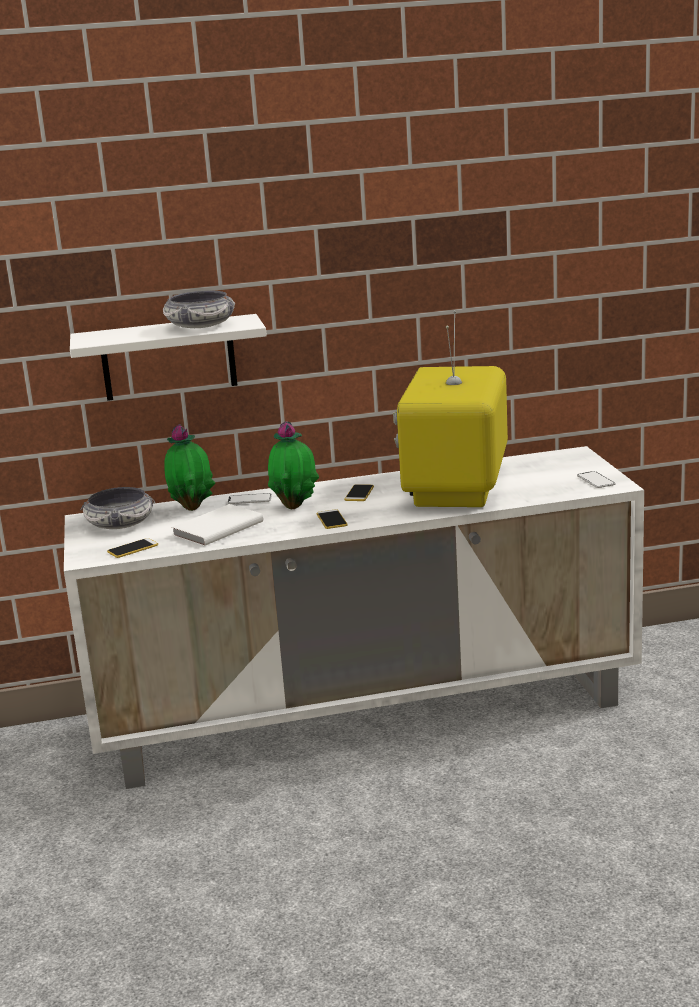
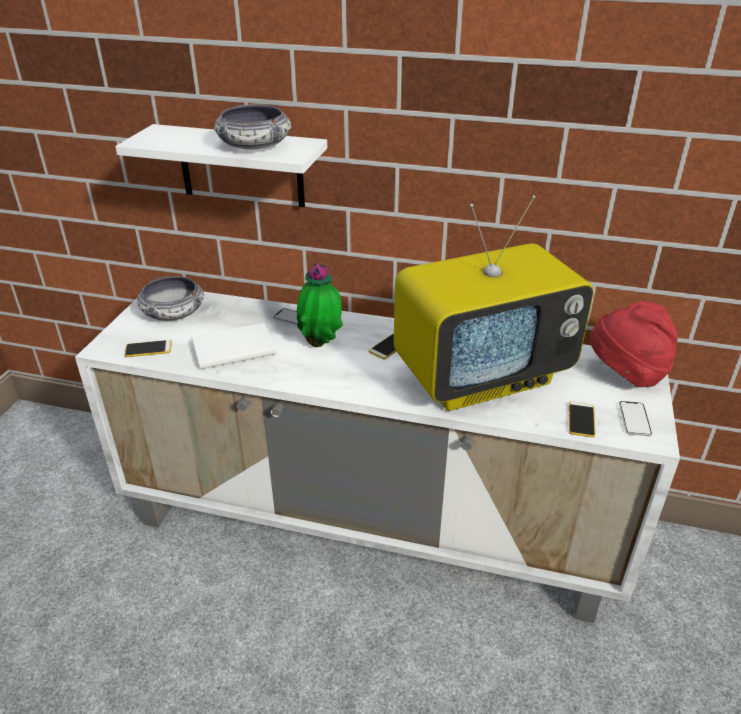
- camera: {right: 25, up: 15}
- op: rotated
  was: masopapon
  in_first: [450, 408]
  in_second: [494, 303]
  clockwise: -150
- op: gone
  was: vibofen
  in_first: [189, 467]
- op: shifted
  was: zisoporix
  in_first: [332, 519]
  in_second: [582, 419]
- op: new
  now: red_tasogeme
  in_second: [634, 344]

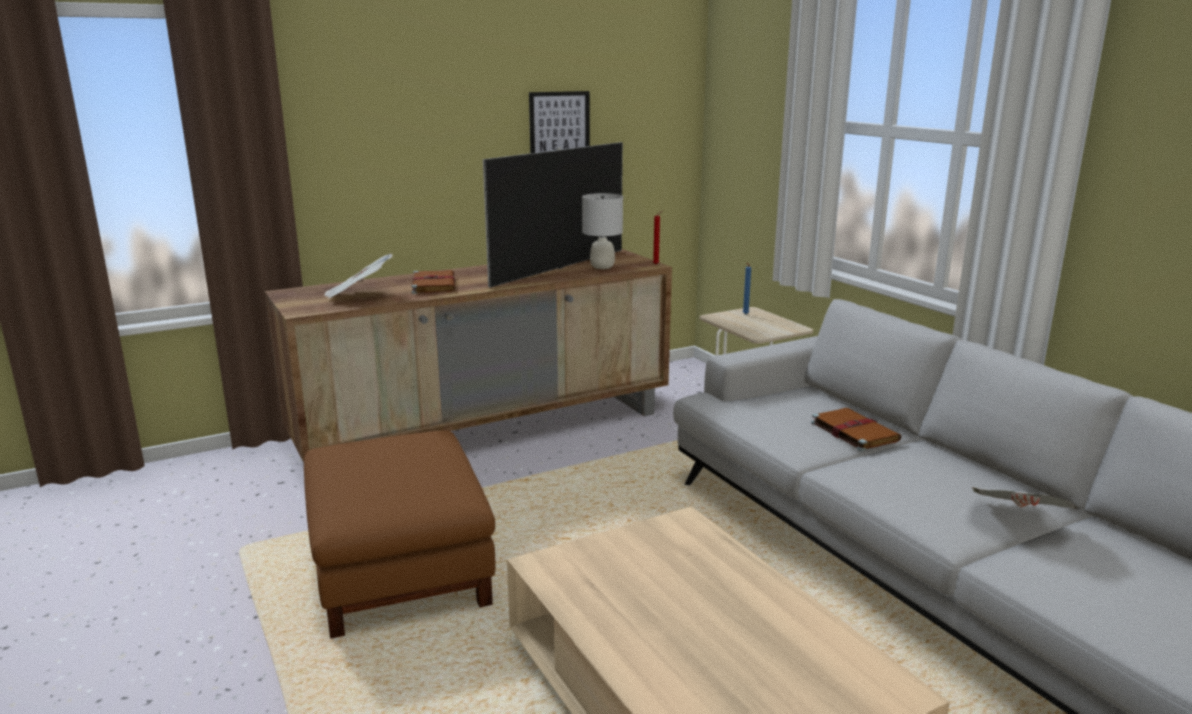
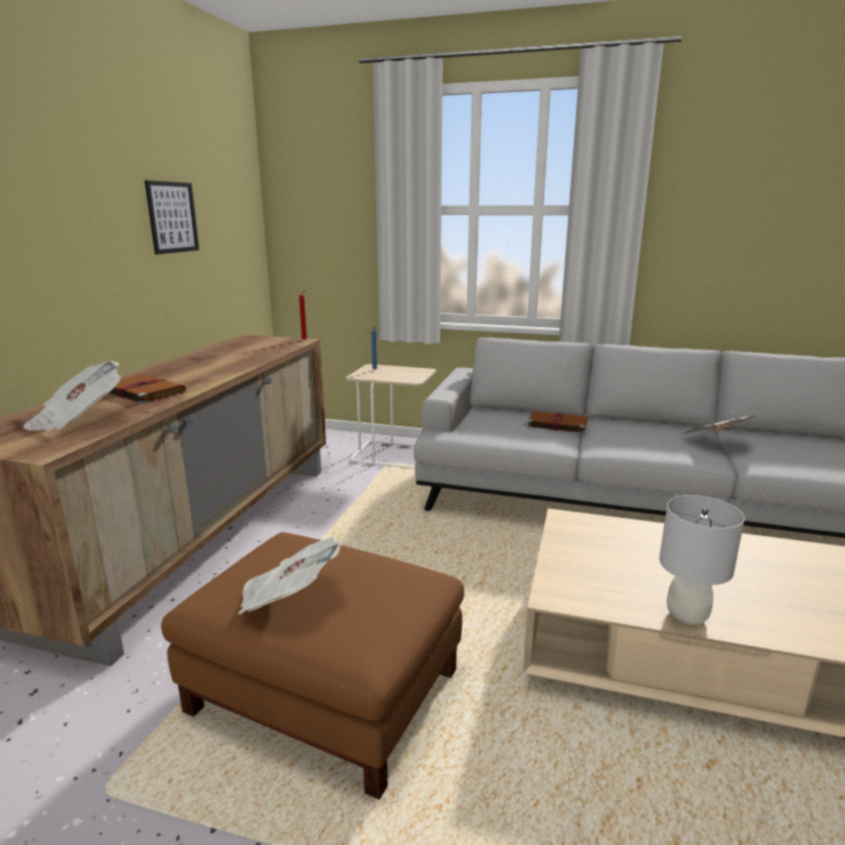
- camera: {right: -45, up: 0}
- op: gone
  was: masopapon
  in_first: [553, 215]
- op: shifted
  was: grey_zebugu
  in_first: [602, 231]
  in_second: [702, 560]
- op: new
  now: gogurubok
  in_second: [289, 575]

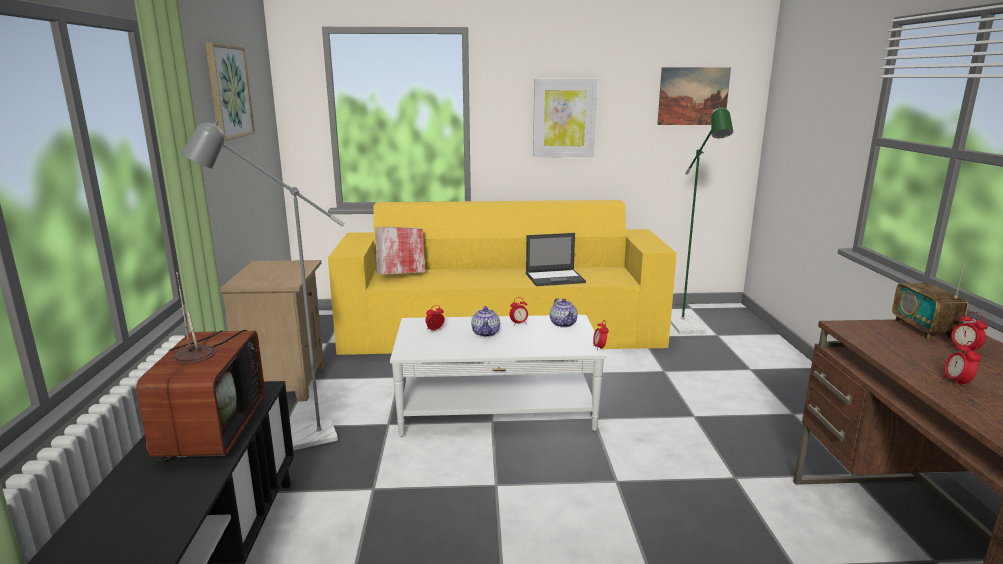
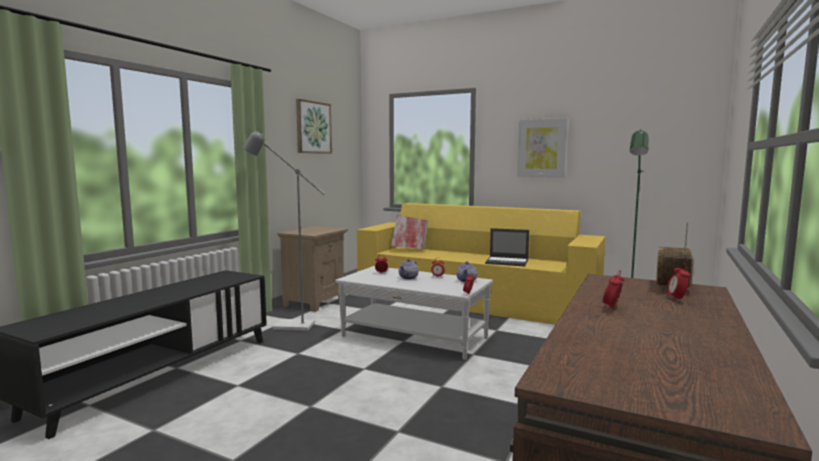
- camera: {right: 30, up: -10}
- op: gone
  was: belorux
  in_first: [694, 96]
- op: gone
  was: masopapon
  in_first: [200, 367]

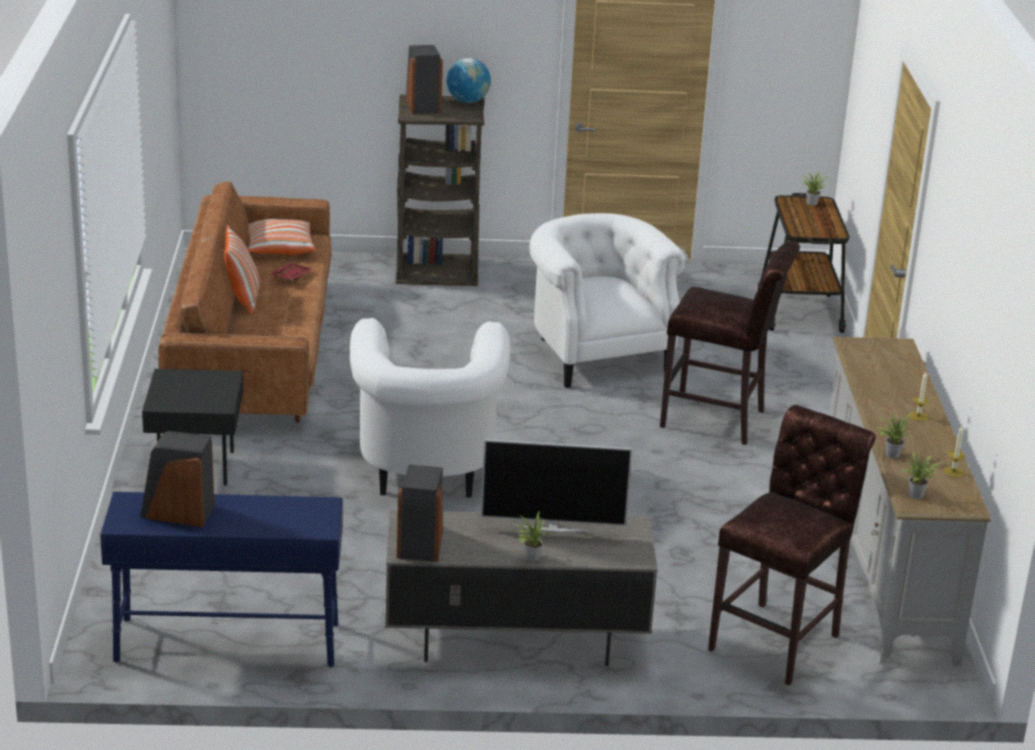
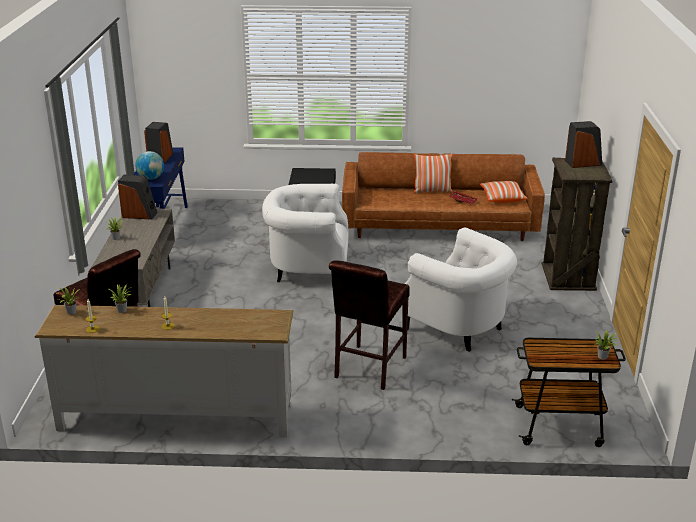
- camera: {right: 95, up: 0}
- op: shifted
  was: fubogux
  in_first: [468, 80]
  in_second: [149, 165]
- op: rotated
  was: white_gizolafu
  in_first: [607, 300]
  in_second: [461, 289]
  clockwise: 60
- op: gone
  was: masopapon
  in_first: [557, 486]

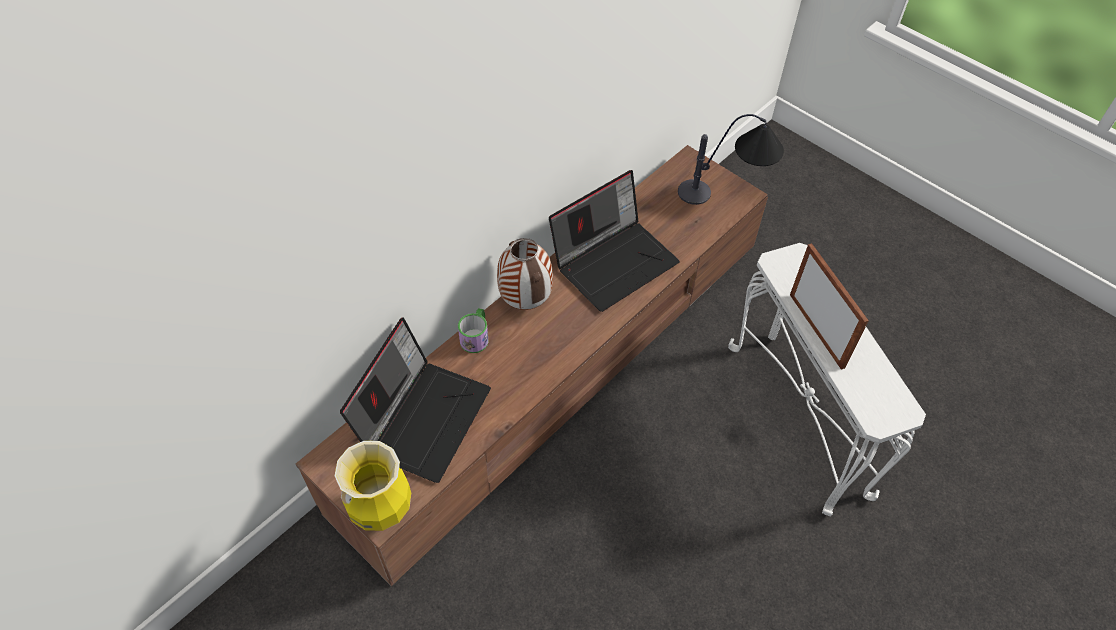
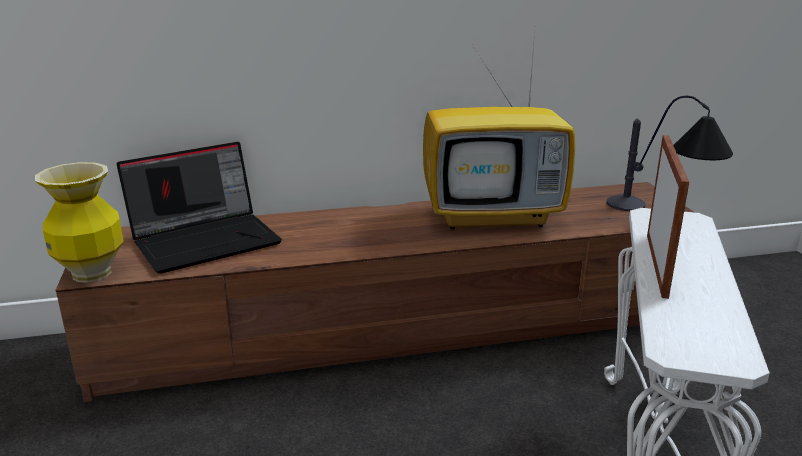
- camera: {right: 35, up: -30}
- op: swapped
  was: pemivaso
  now: masopapon
  in_first: [614, 241]
  in_second: [499, 132]
- op: gone
  was: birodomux
  in_first: [525, 274]
- op: gone
  was: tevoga
  in_first: [473, 330]

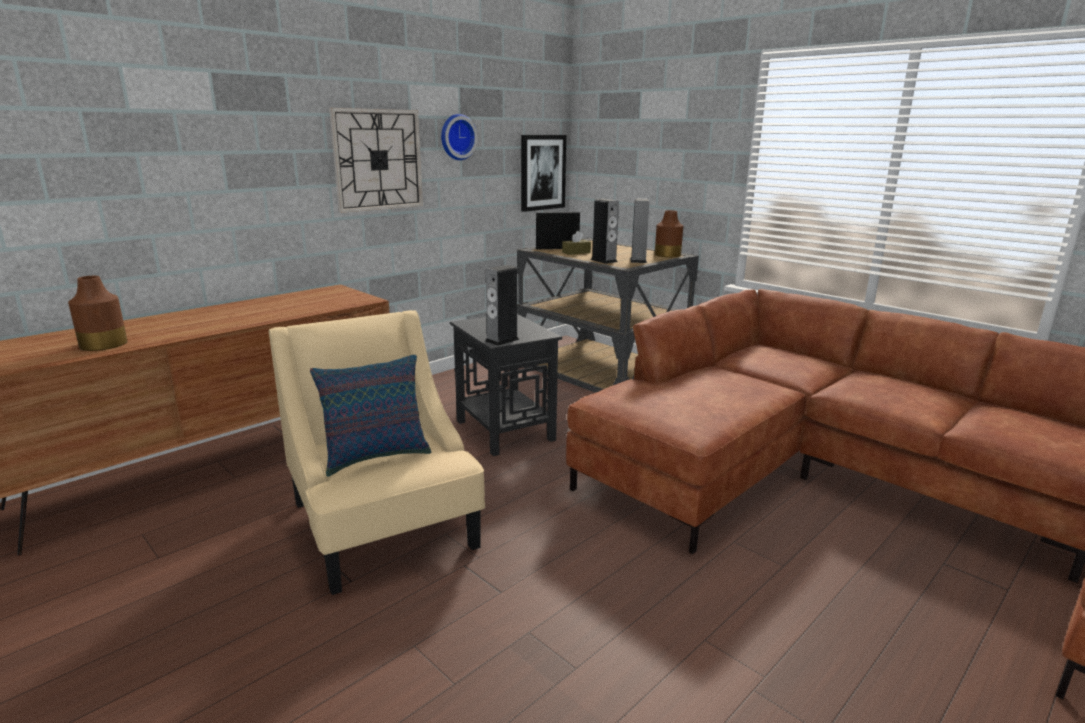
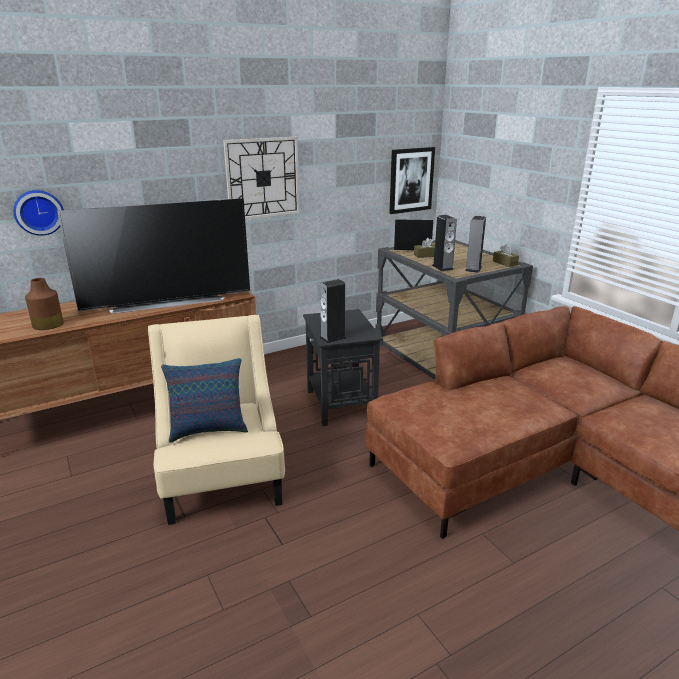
- camera: {right: 15, up: 5}
- op: shifted
  was: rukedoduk
  in_first: [459, 137]
  in_second: [38, 213]
- op: swapped
  was: brown_birodomux
  now: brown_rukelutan
  in_first: [669, 233]
  in_second: [506, 255]
- op: new
  now: masopapon
  in_second: [153, 256]

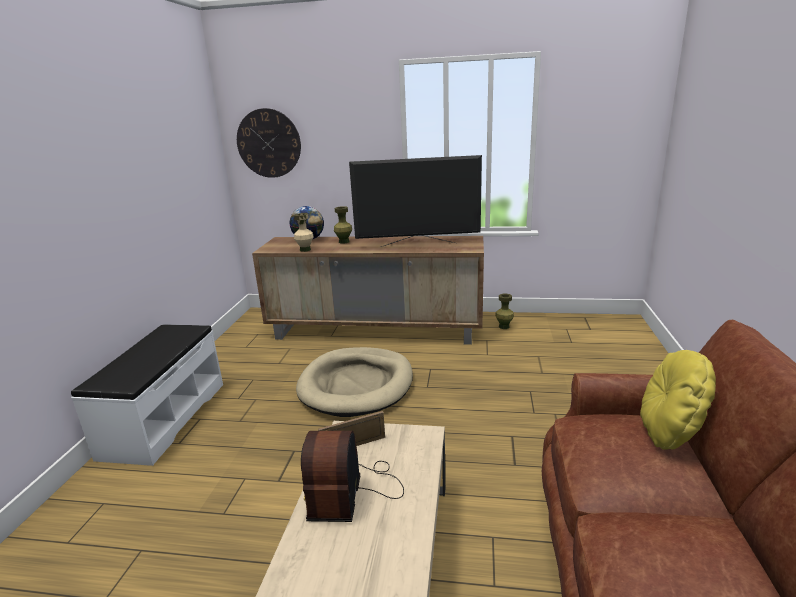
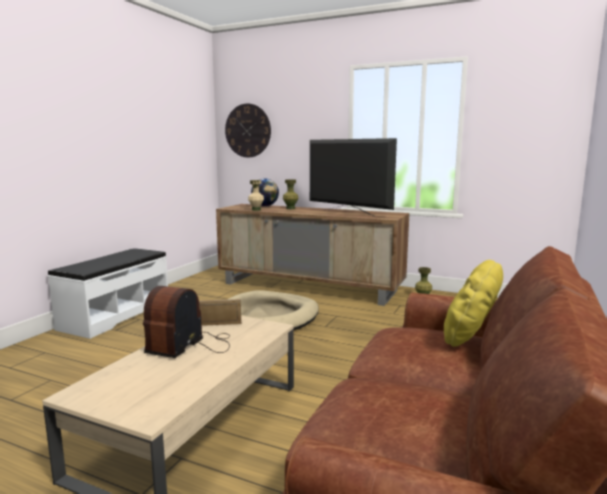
- camera: {right: 15, up: -10}
- op: rotated
  was: masopapon
  in_first: [415, 201]
  in_second: [353, 177]
  clockwise: -150

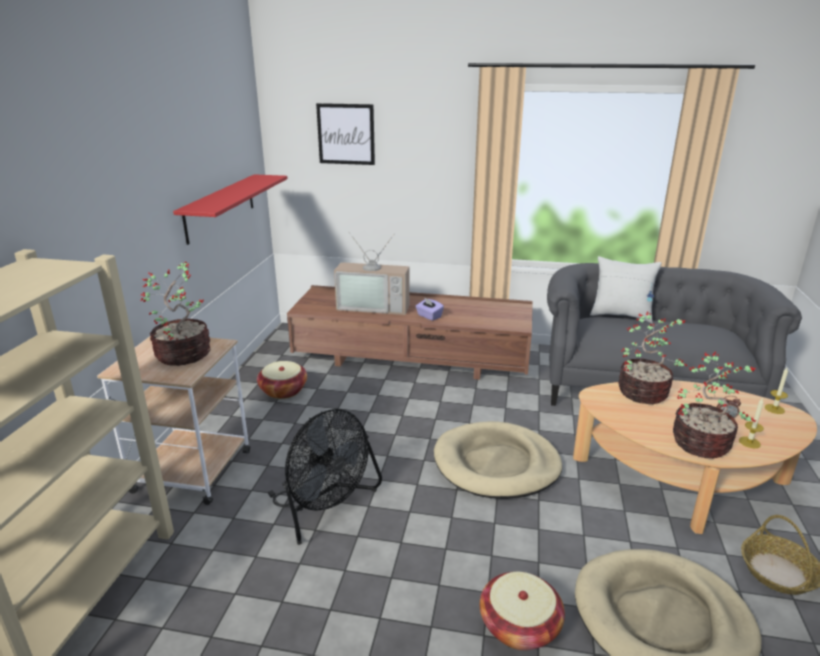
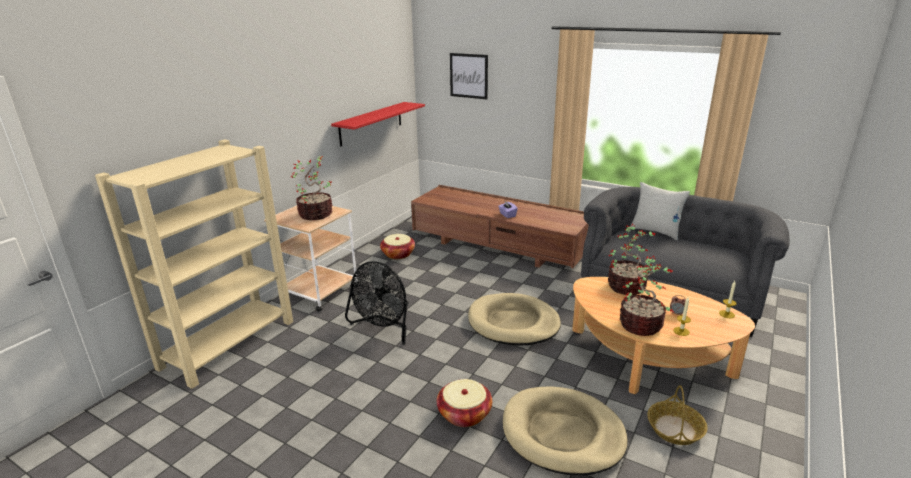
- camera: {right: 20, up: 0}
- op: gone
  was: masopapon
  in_first: [372, 273]
- op: rotated
  was: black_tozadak
  in_first: [325, 477]
  in_second: [377, 303]
  clockwise: 60

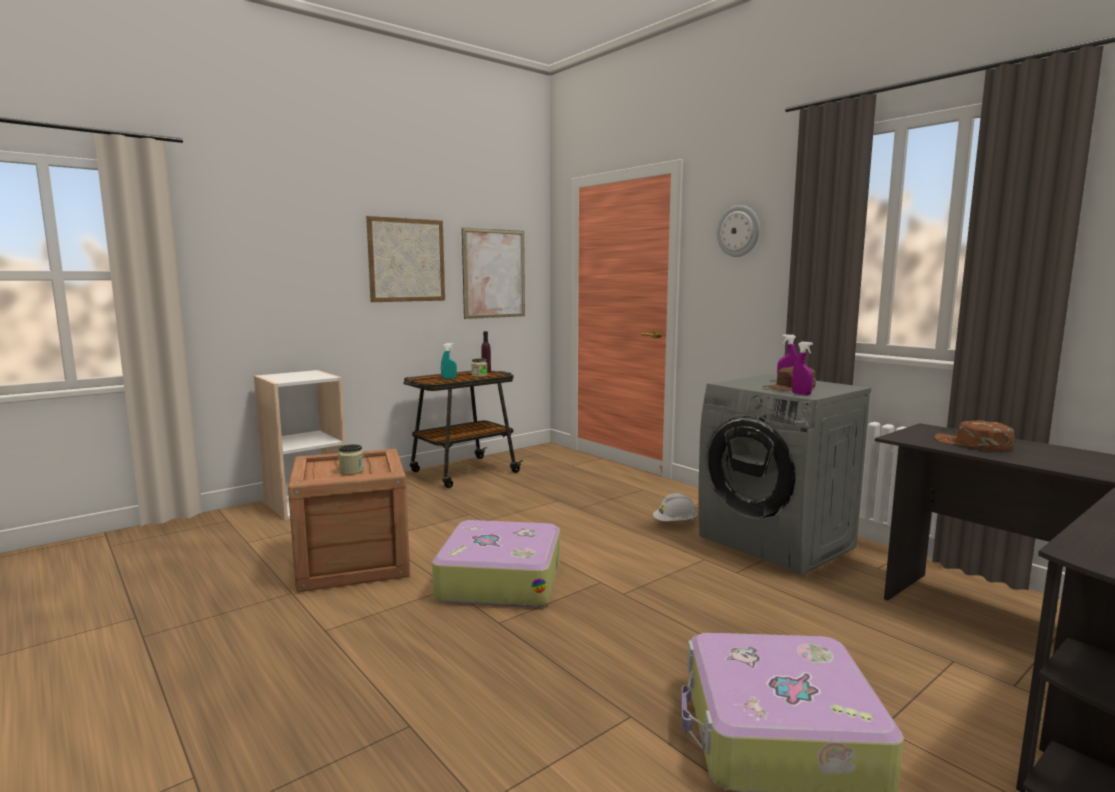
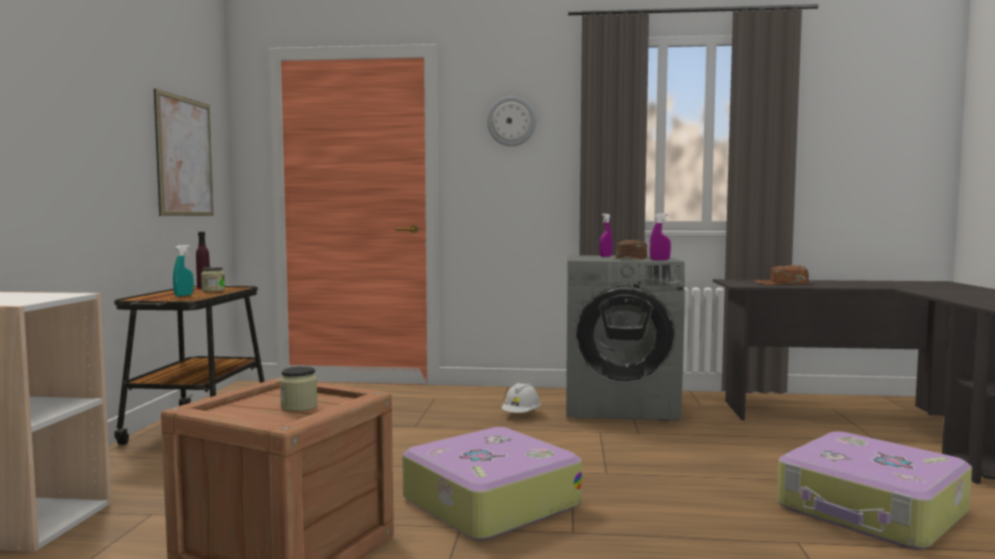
- camera: {right: -45, up: -5}
- op: gone
  was: belorux
  in_first: [405, 259]

